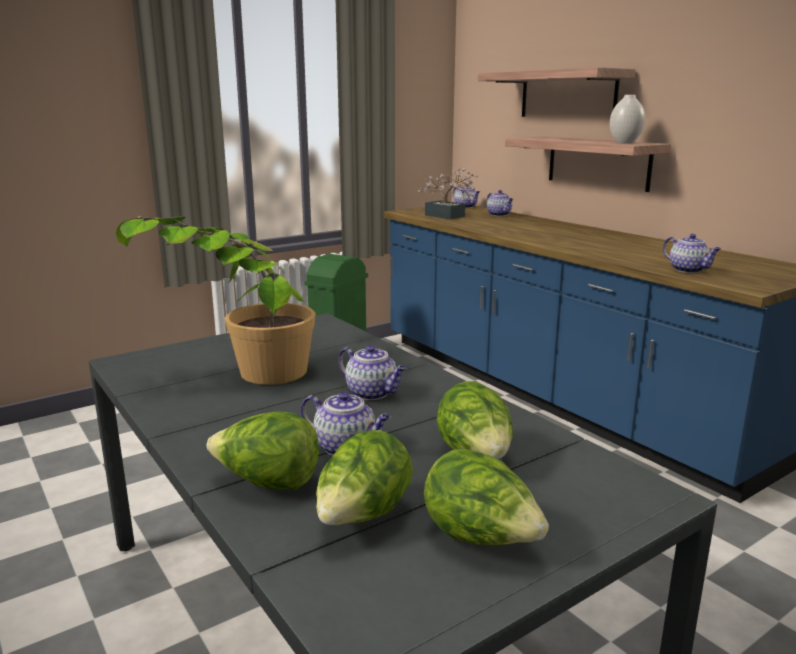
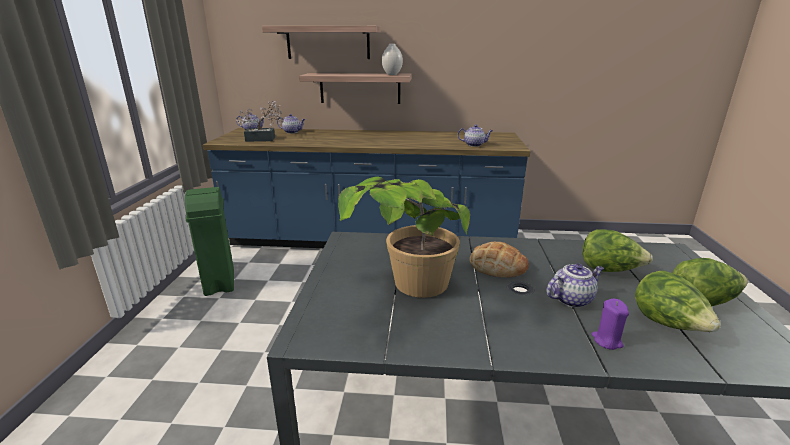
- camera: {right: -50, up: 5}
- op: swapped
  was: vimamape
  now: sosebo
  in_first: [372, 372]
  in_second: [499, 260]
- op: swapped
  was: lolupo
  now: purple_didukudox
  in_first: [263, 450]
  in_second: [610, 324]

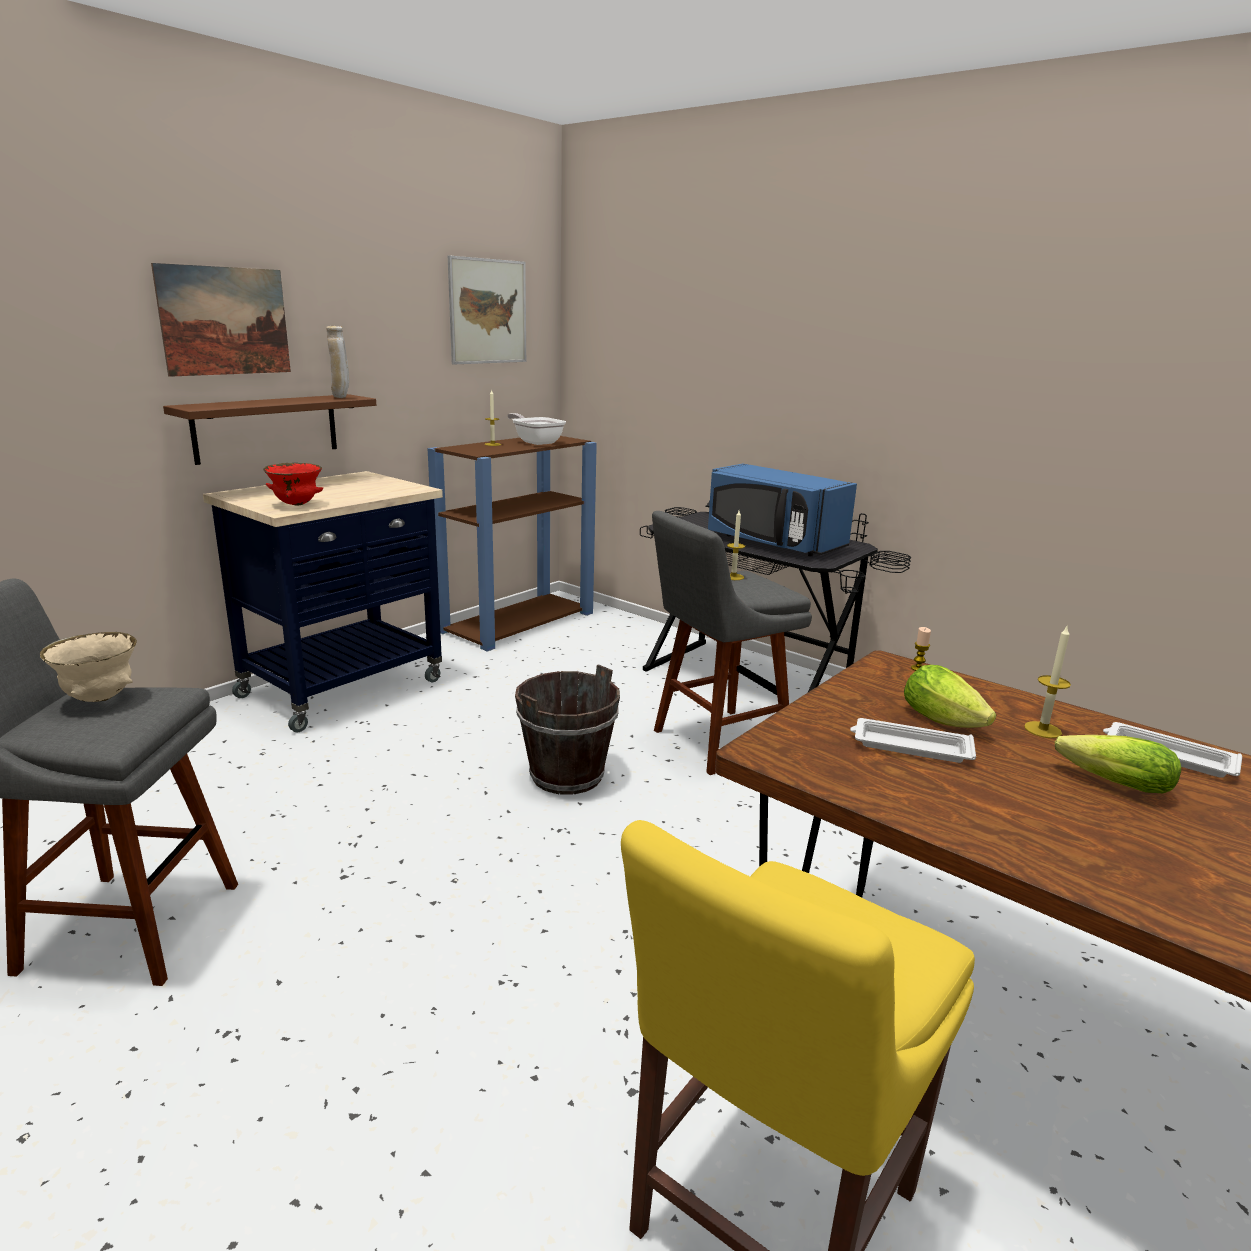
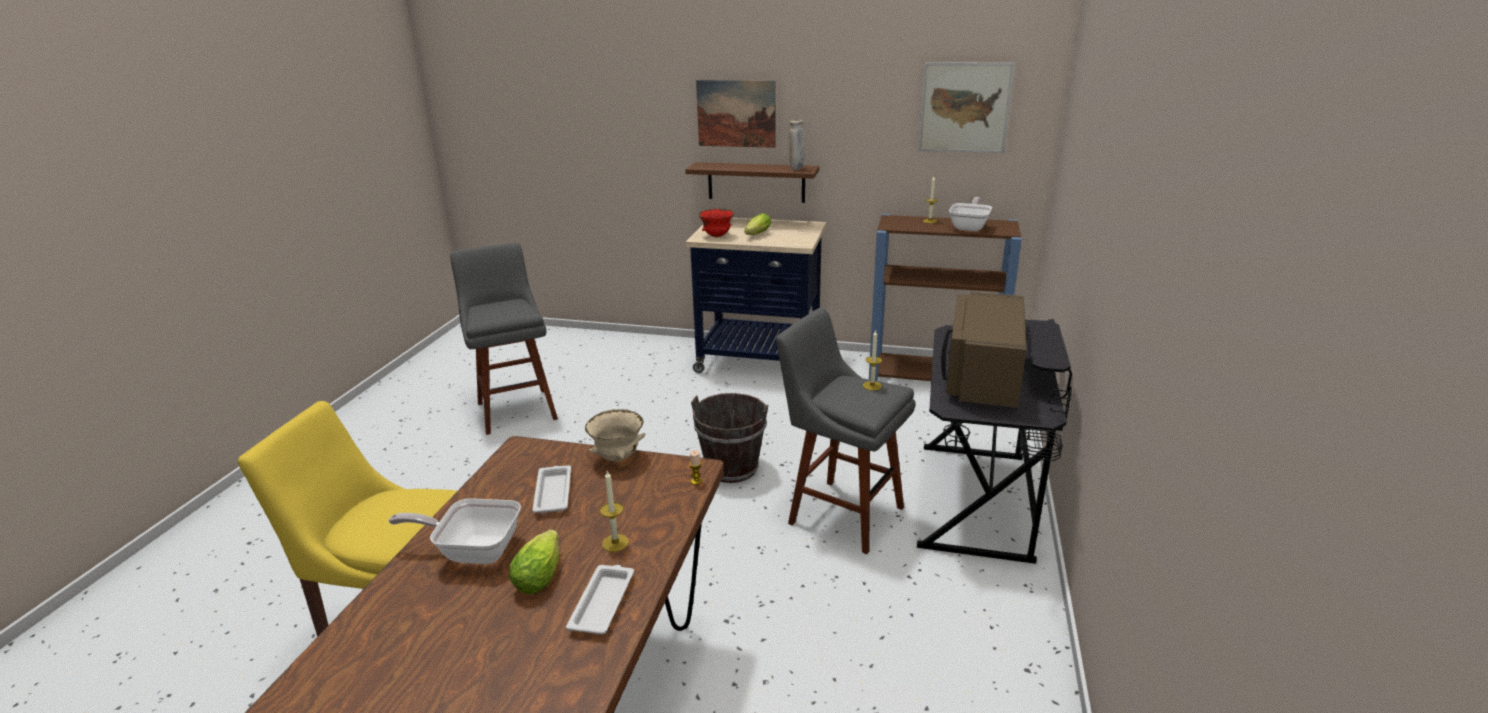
- camera: {right: 65, up: 5}
- op: repainted
  was: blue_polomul
  now: brown_polomul
  in_first: [782, 510]
  in_second: [983, 351]
- op: shifted
  was: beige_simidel
  in_first: [88, 667]
  in_second: [615, 435]
- op: shifted
  was: lolupo
  in_first: [950, 696]
  in_second: [757, 224]
- op: new
  now: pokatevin
  in_second: [455, 531]

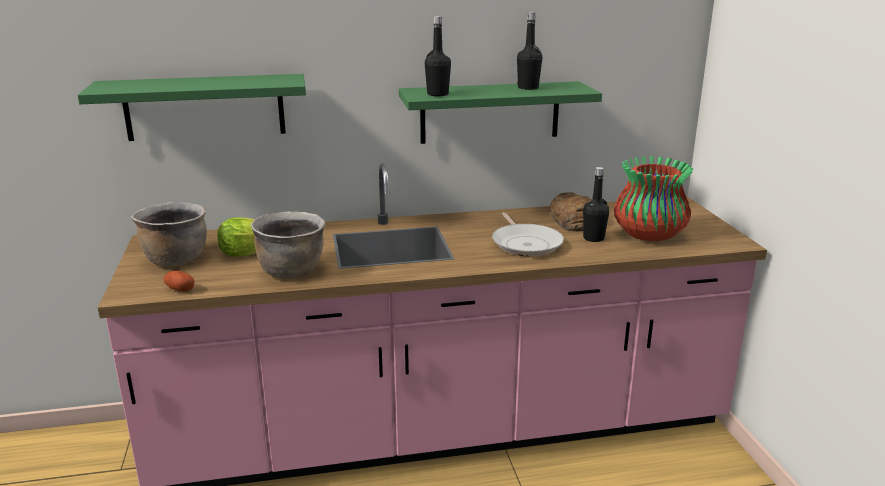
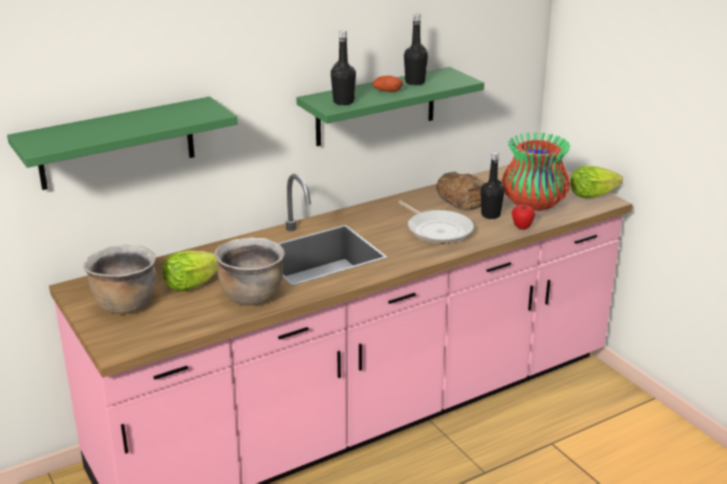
- camera: {right: -20, up: 5}
- op: shifted
  was: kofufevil
  in_first: [179, 281]
  in_second: [388, 83]
- op: new
  now: lolupo
  in_second: [596, 181]
- op: new
  now: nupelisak
  in_second: [523, 217]

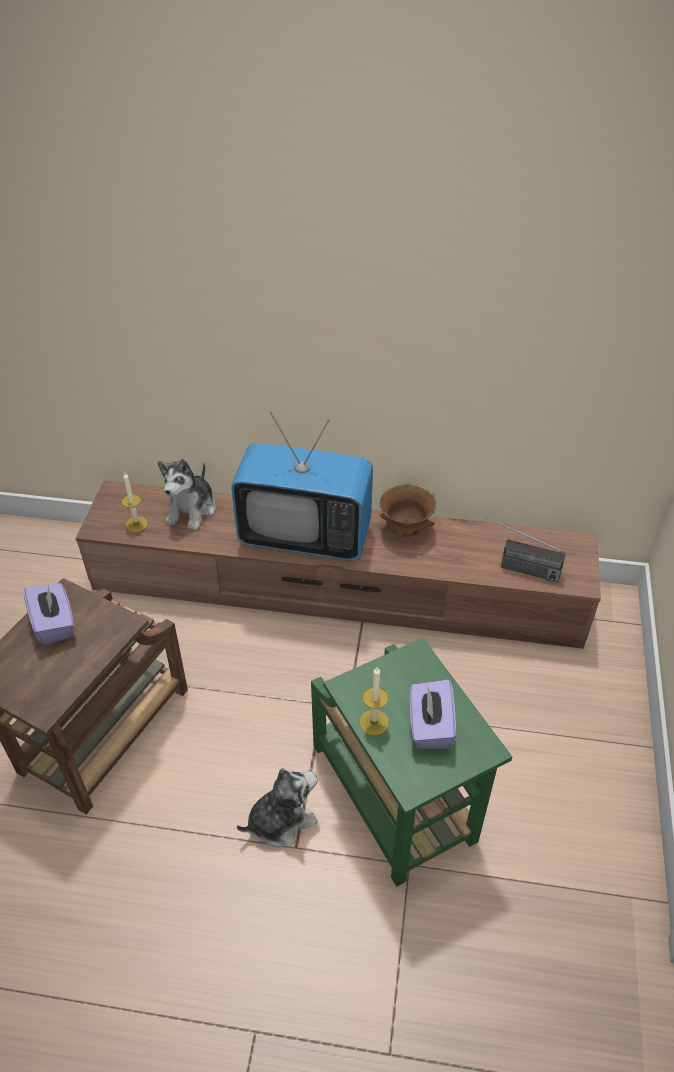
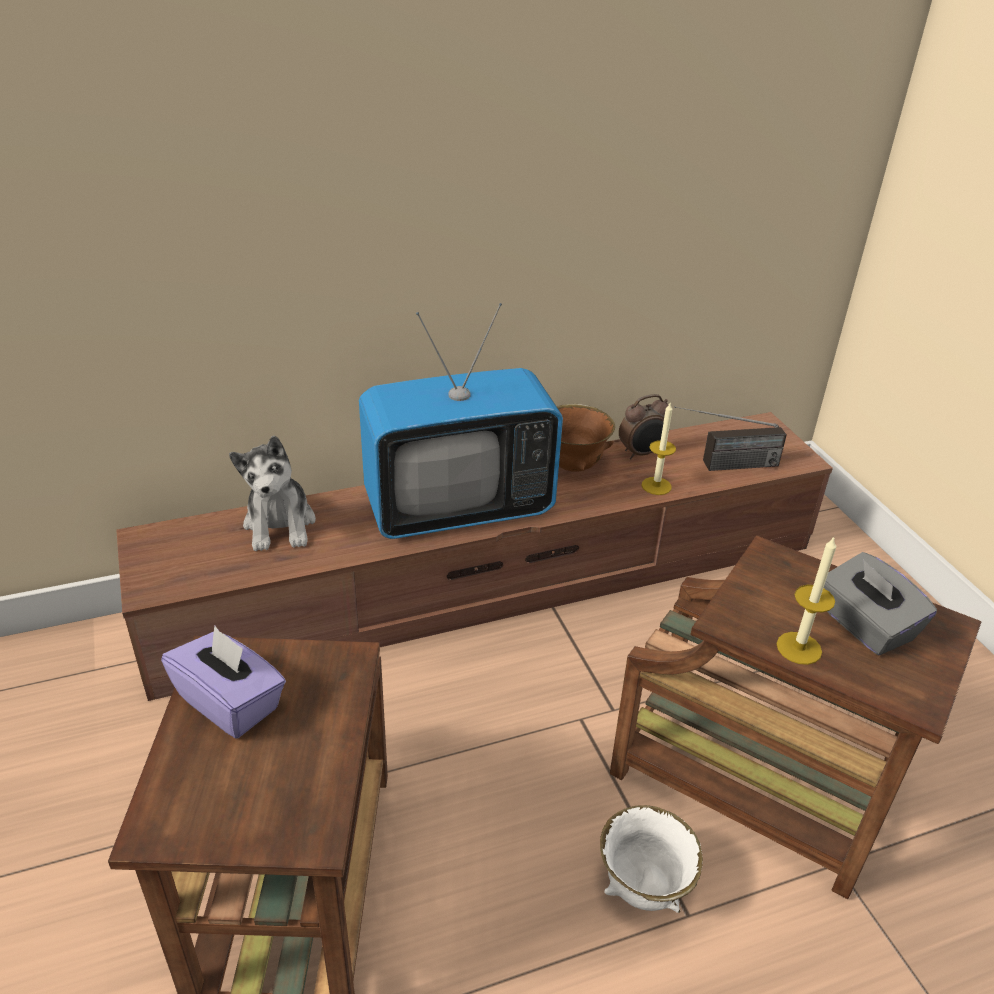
- camera: {right: -30, up: -10}
- op: shifted
  was: didukudox
  in_first: [135, 502]
  in_second: [658, 449]
- op: repainted
  was: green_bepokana
  now: brown_bepokana
  in_first: [411, 762]
  in_second: [795, 717]
- op: repainted
  was: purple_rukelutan
  now: grey_rukelutan
  in_first: [433, 714]
  in_second: [880, 603]
- op: swapped
  was: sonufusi
  now: white_simidel
  in_first: [277, 807]
  in_second: [651, 859]
- op: new
  now: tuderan
  in_second: [643, 426]

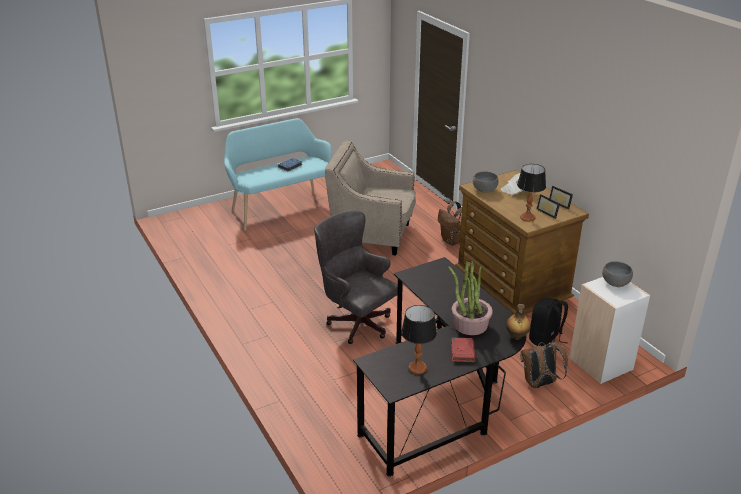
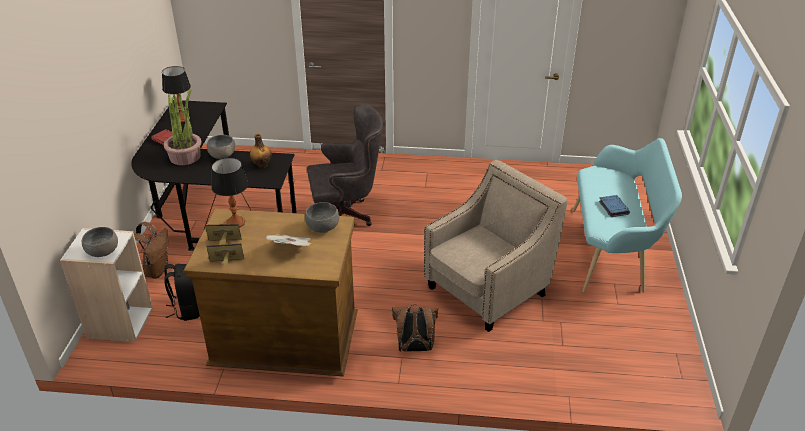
- camera: {right: 125, up: 5}
- op: shifted
  was: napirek
  in_first: [518, 322]
  in_second: [261, 151]
- op: new
  now: grey_simidel
  in_second: [221, 147]

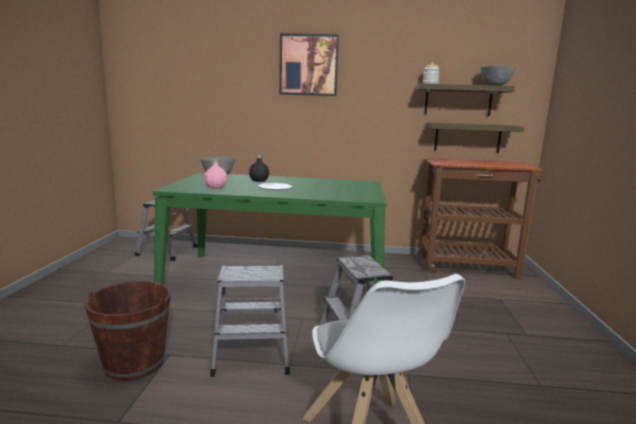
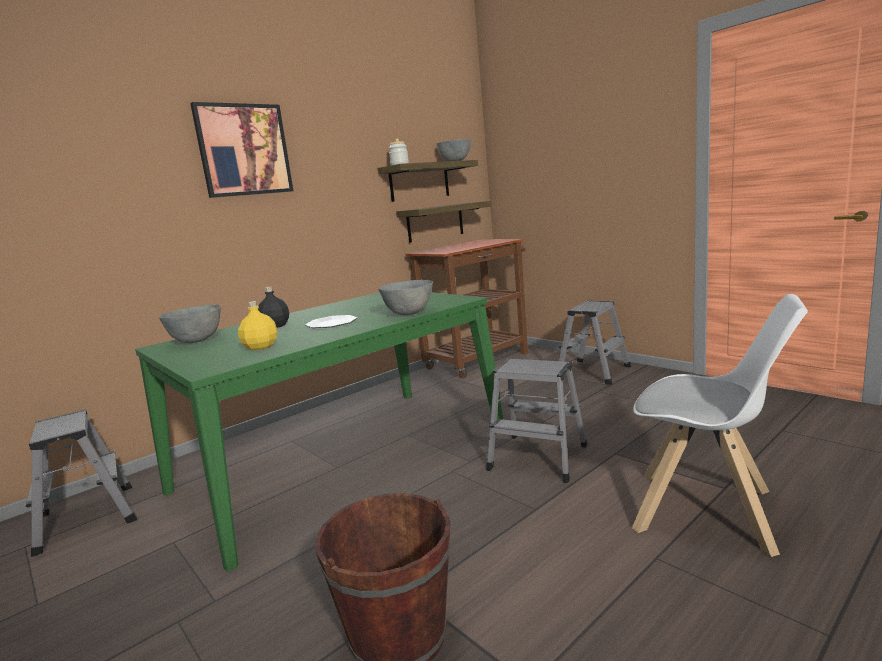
- camera: {right: -45, up: 0}
- op: repainted
  was: pink_napirek
  now: yellow_napirek
  in_first: [216, 174]
  in_second: [257, 325]
- op: shifted
  was: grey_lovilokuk
  in_first: [250, 321]
  in_second: [595, 343]
- op: new
  now: grey_simidel
  in_second: [405, 297]

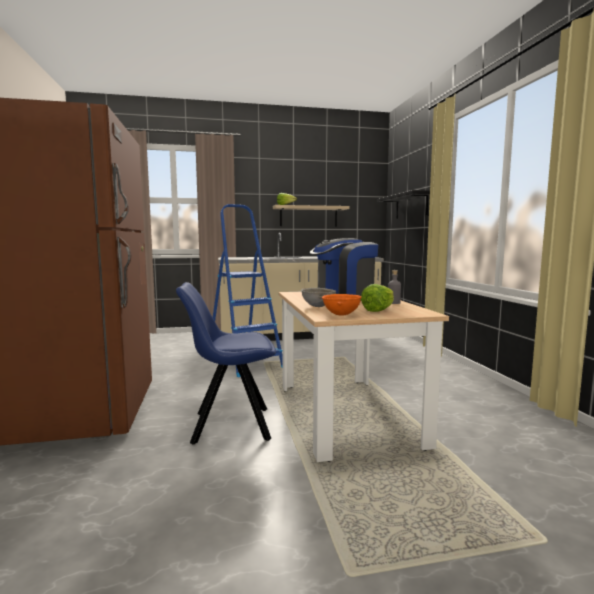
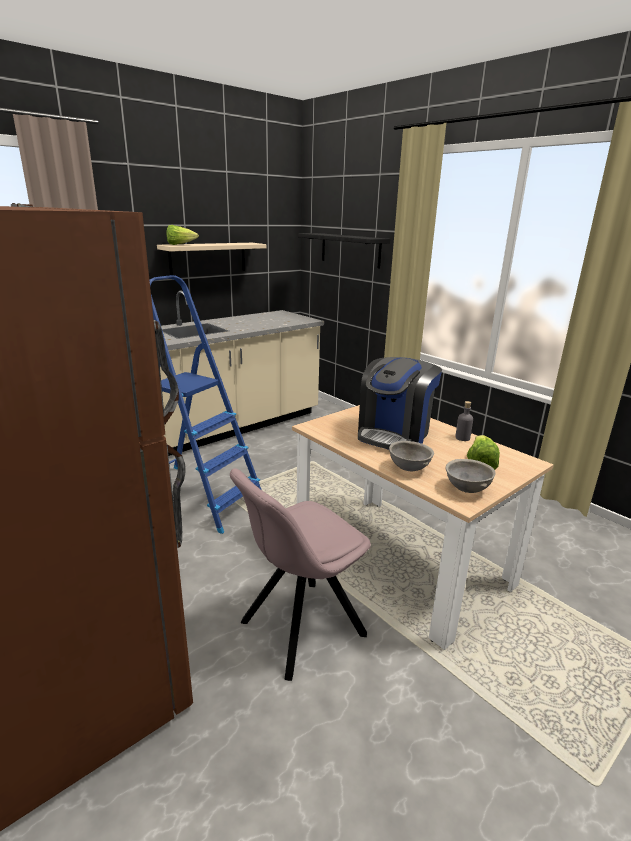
- camera: {right: -30, up: 15}
- op: repainted
  was: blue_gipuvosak
  now: pink_gipuvosak
  in_first: [226, 363]
  in_second: [300, 574]
- op: repainted
  was: orange_simidel
  now: grey_simidel
  in_first: [342, 305]
  in_second: [471, 476]

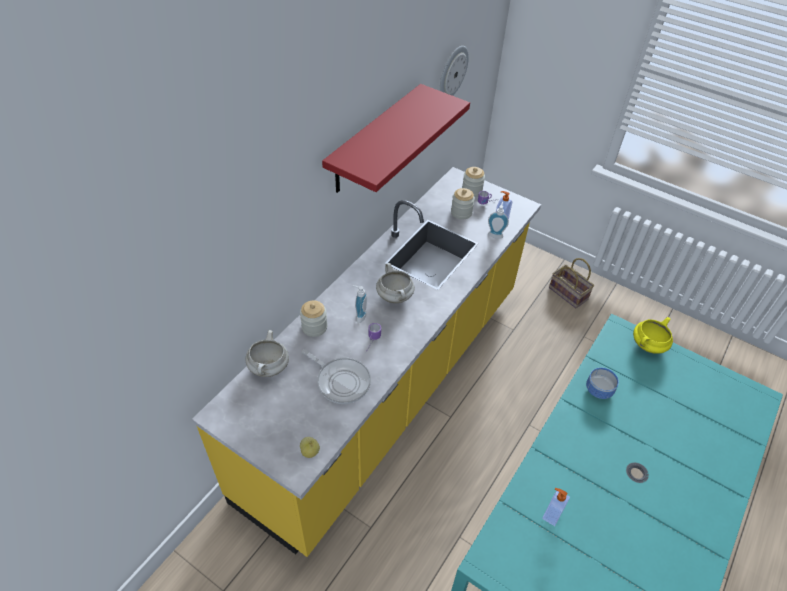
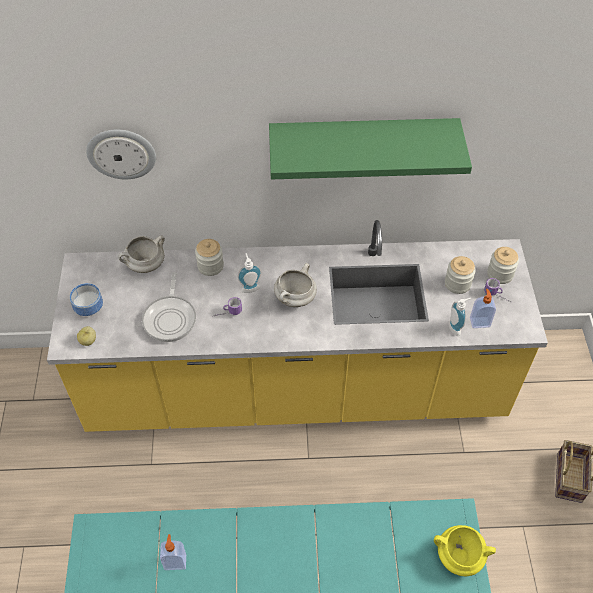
- camera: {right: 55, up: 5}
- op: shifted
  was: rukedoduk
  in_first: [454, 71]
  in_second: [121, 154]
- op: repainted
  was: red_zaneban
  now: green_zaneban
  in_first: [396, 138]
  in_second: [370, 148]
- op: shifted
  was: simidel
  in_first: [602, 383]
  in_second: [86, 299]

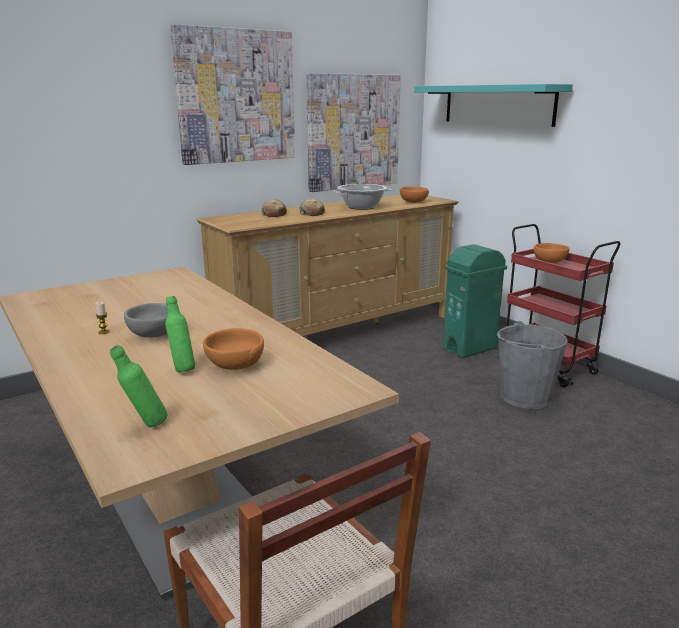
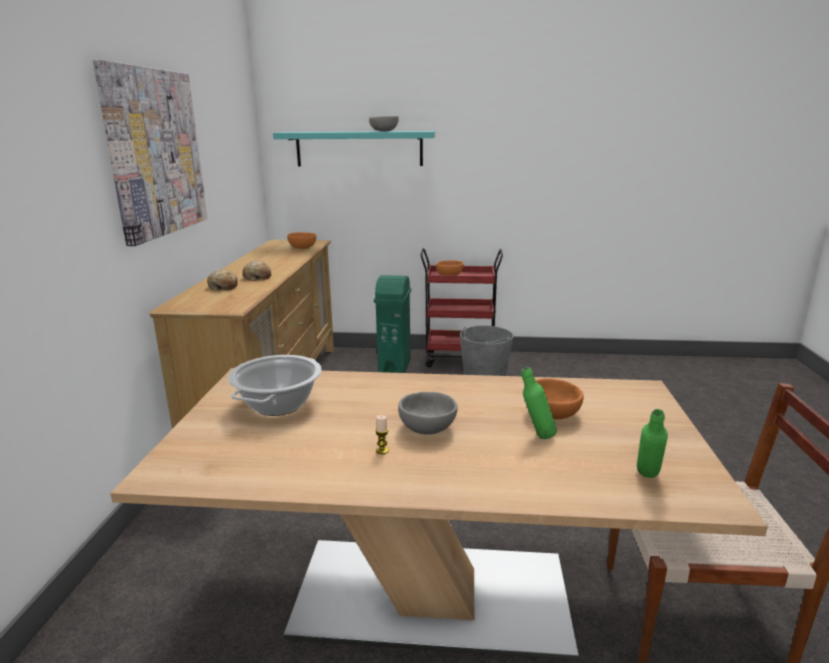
- camera: {right: -50, up: 0}
- op: gone
  was: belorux
  in_first: [353, 132]
- op: shifted
  was: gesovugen
  in_first: [361, 197]
  in_second: [275, 385]
- op: new
  now: grey_simidel
  in_second: [384, 123]

